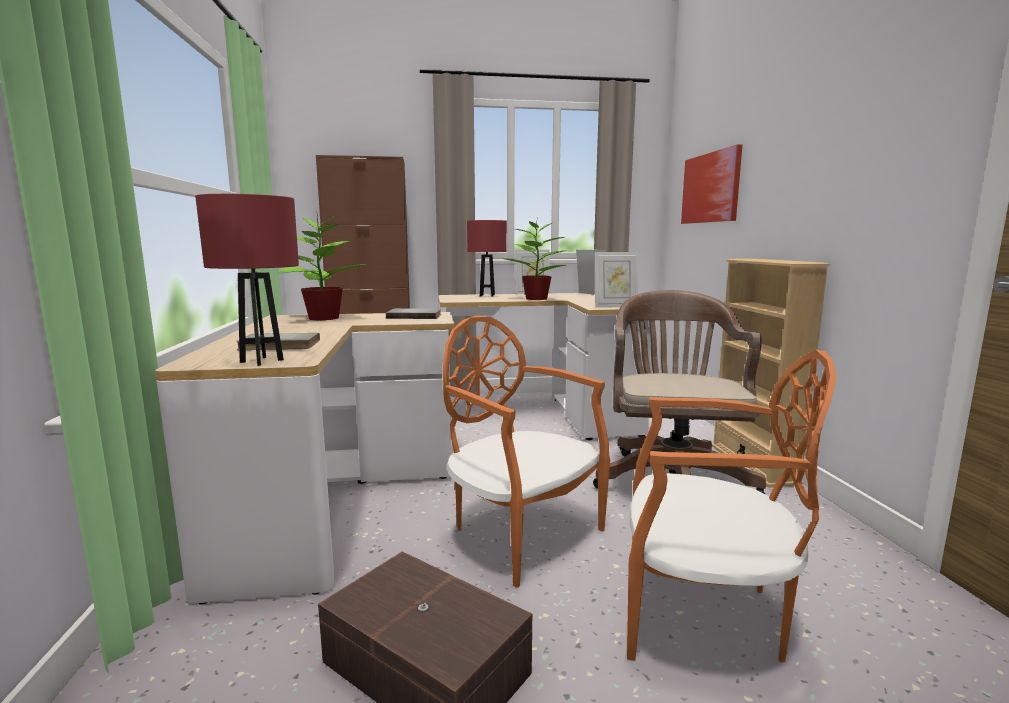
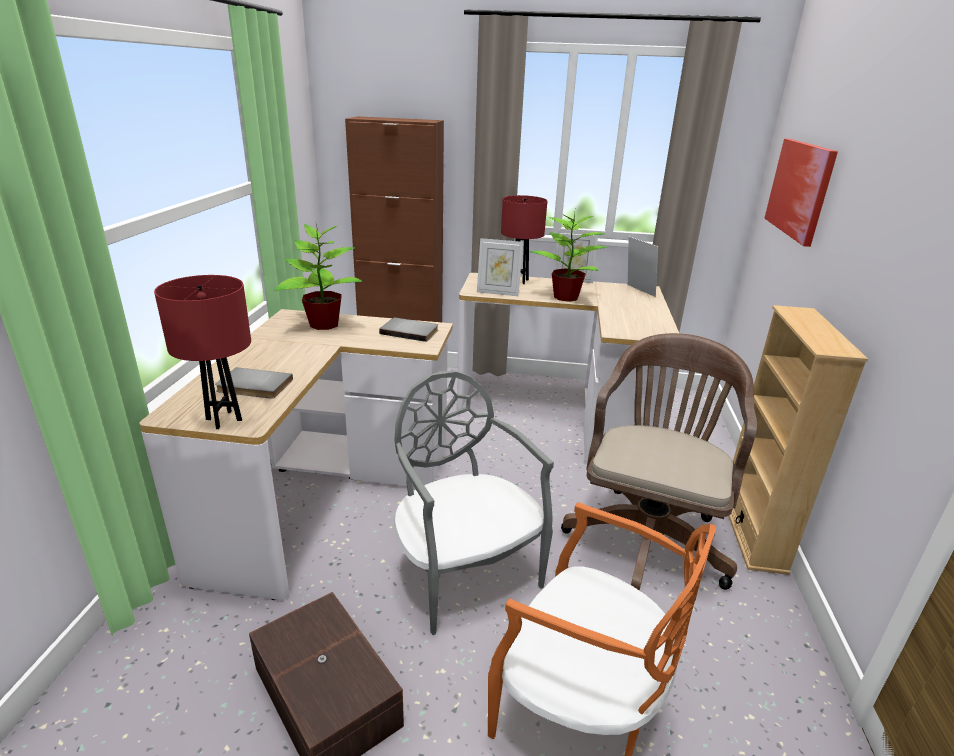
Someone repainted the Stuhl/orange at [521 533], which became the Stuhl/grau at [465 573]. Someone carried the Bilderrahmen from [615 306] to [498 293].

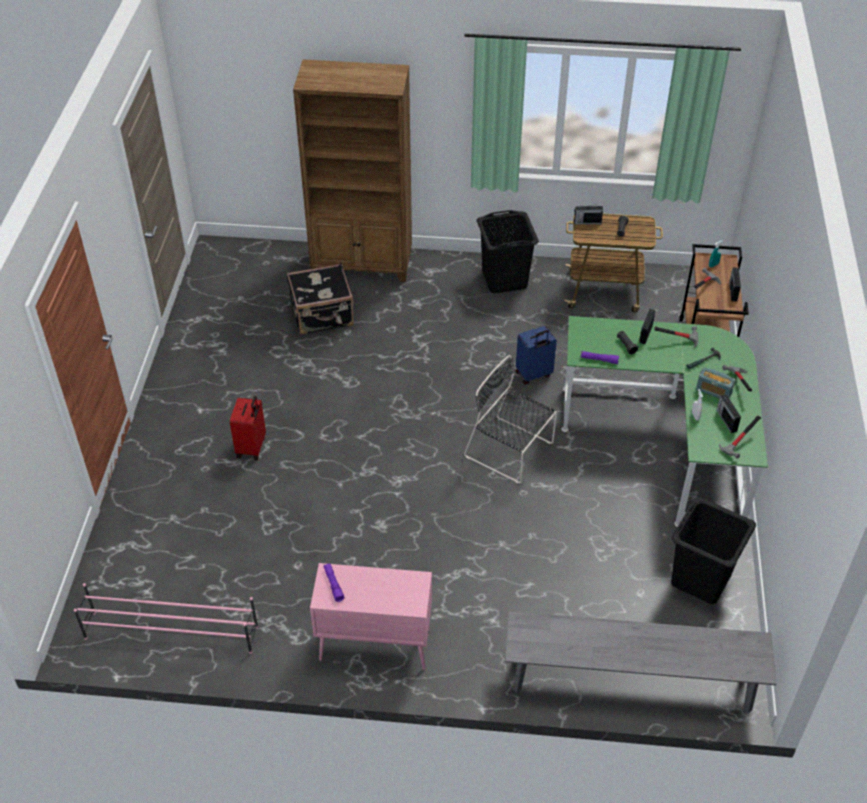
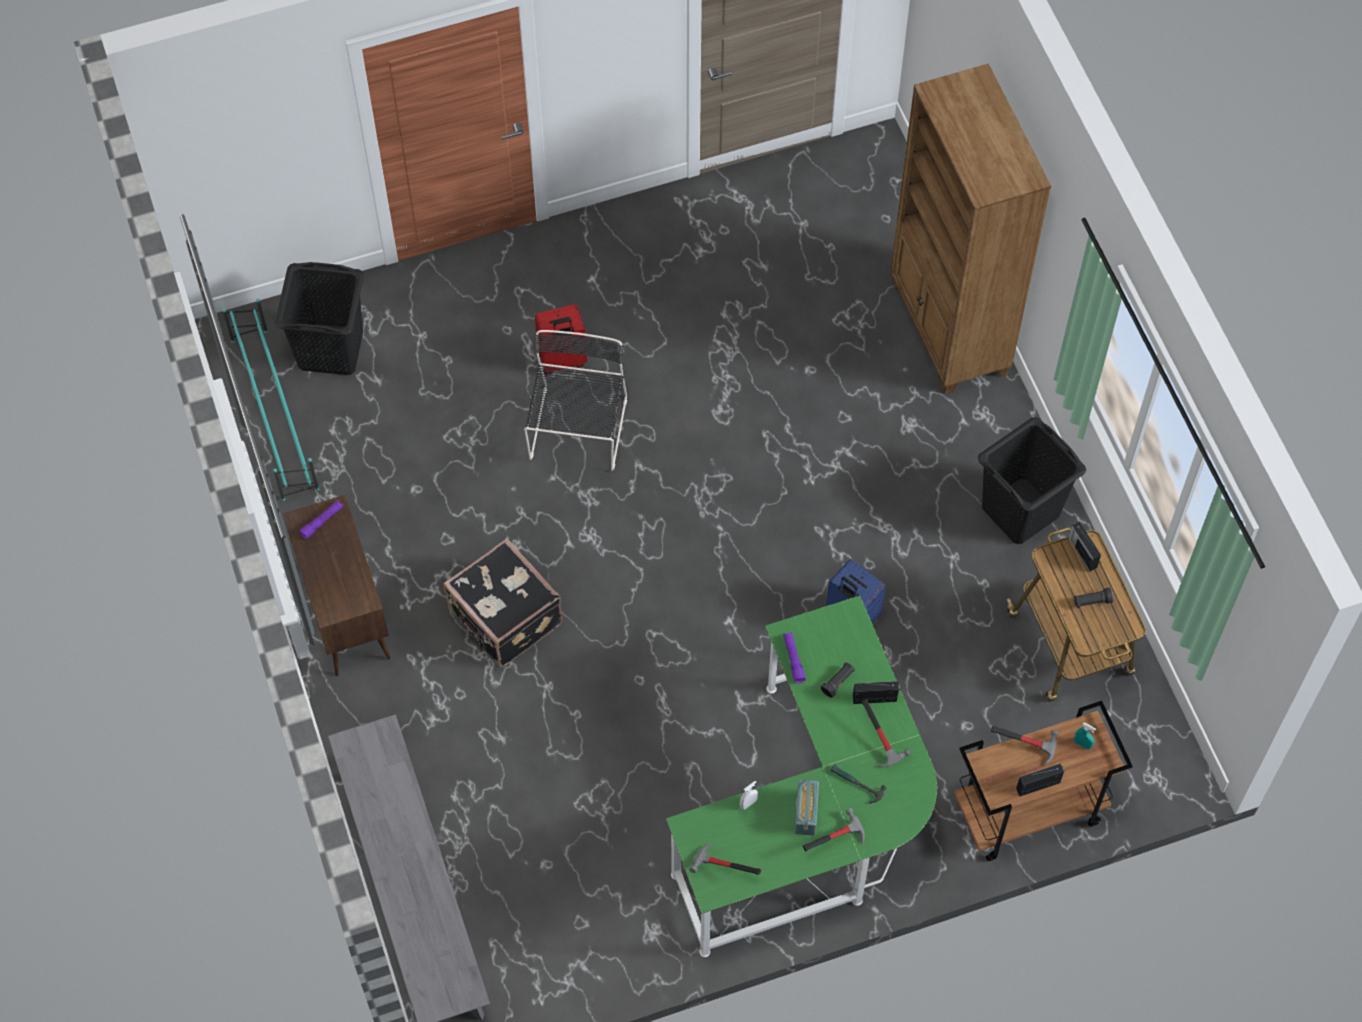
Someone repainted the Schuhregal/rosa at [170 632], which became the Schuhregal/türkis at [274 413]. Someone carried the Koffer/schwarz from [322 315] to [504 619]. Someone repainted the Schrank/rosa at [373 645], which became the Schrank/braun at [345 612]. Someone carried the Stuhl/schwarz from [511 451] to [577 432]. Someone carried the Wäschekorb/schwarz from [701 579] to [330 350]. Someone took away the Radio at [726 420].

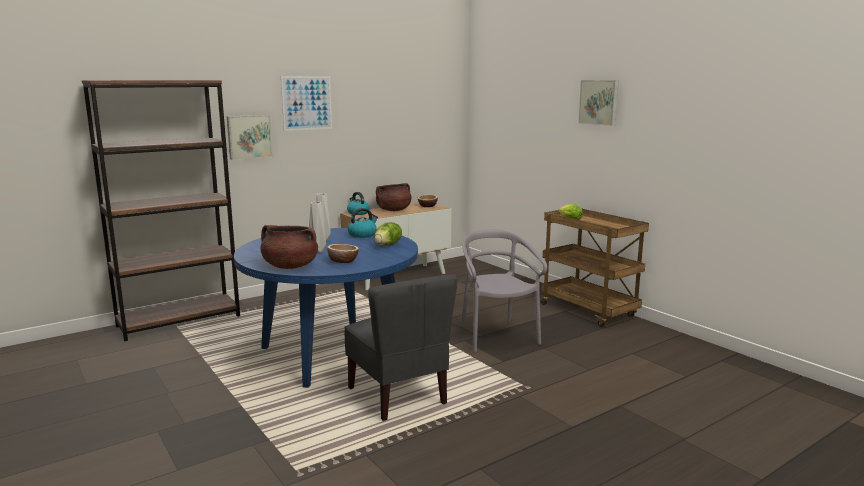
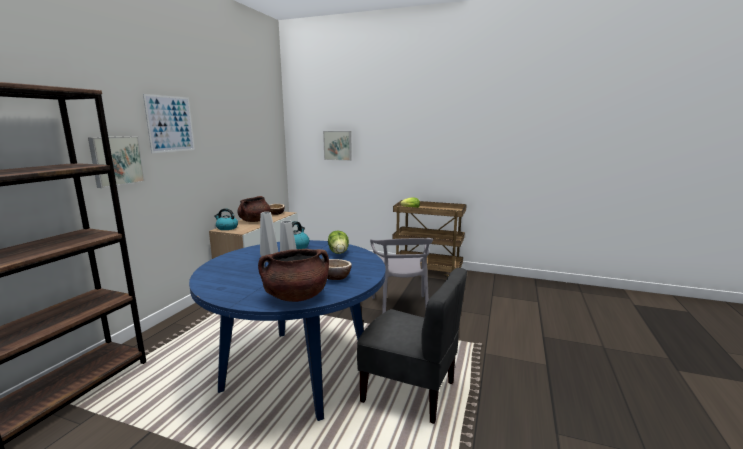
Someone rotated the Stuhl/grau at [496 336] by 135 degrees counterclockwise. Someone carried the Bild from [599 102] to [338 145].

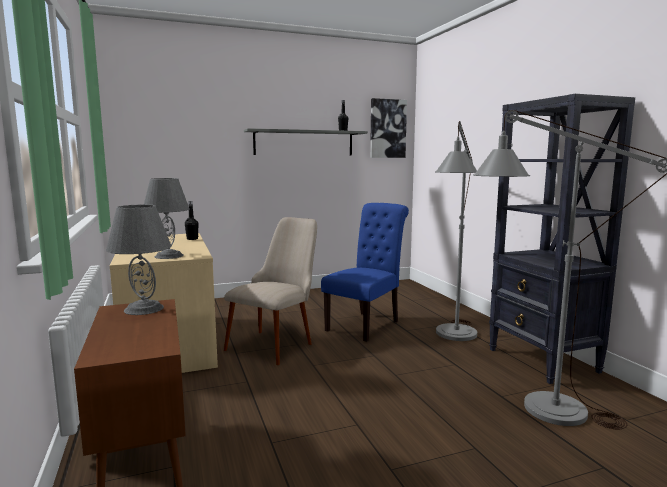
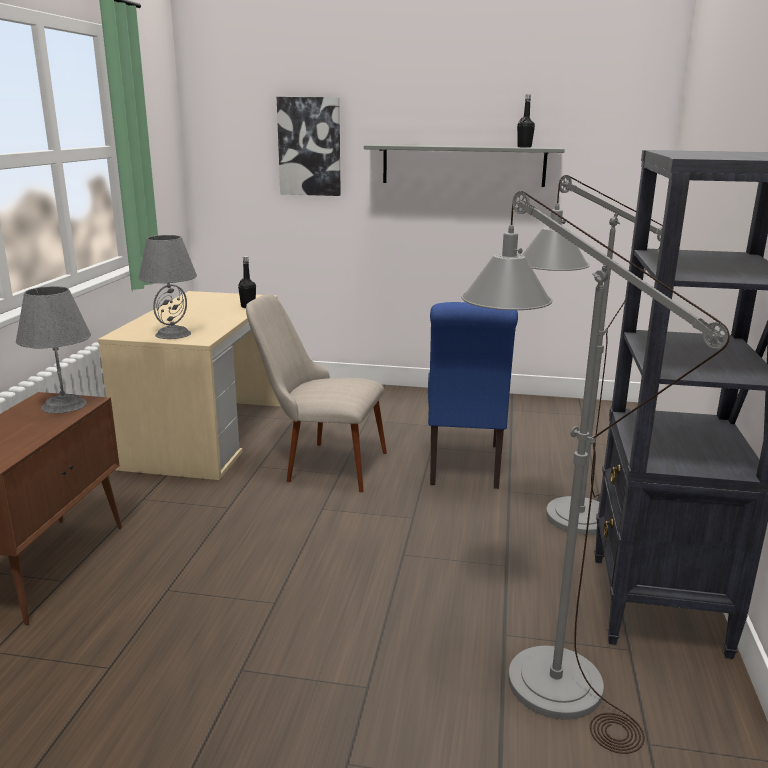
Someone rotated the Stuhl/beige at [277 342] by 135 degrees counterclockwise. Someone rotated the Stuhl/blau at [366 324] by 120 degrees clockwise. Someone carried the Bild from [387 128] to [309 146].

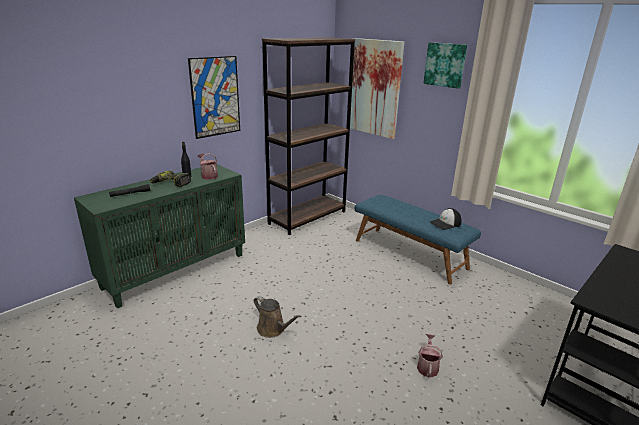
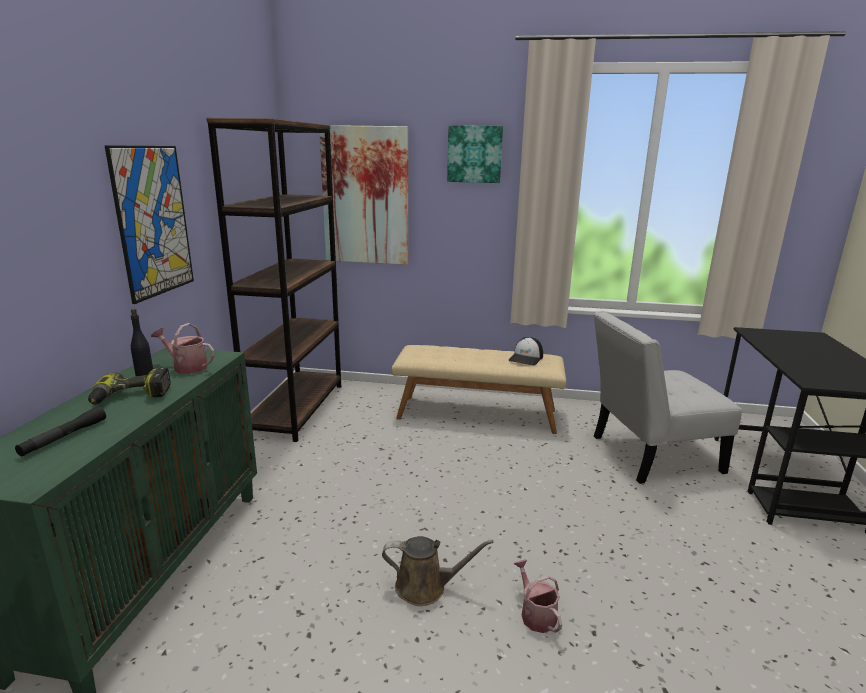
Someone repainted the Bank/blau at [410 254], which became the Bank/beige at [477 414]. Someone carried the Gießkanne from [427 366] to [535 614]. Someone put down the Stuhl/weiß at [649 455].

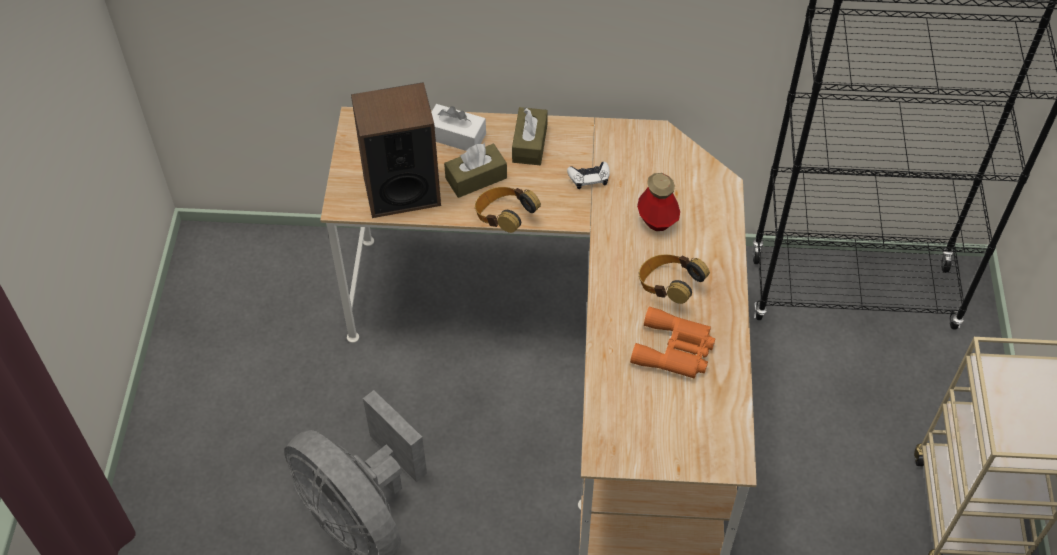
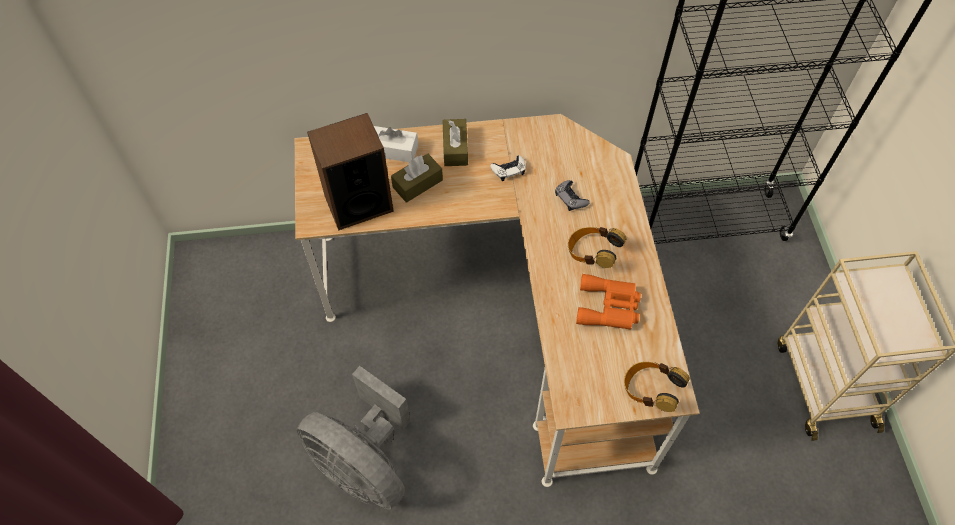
Someone carried the Kopfhörer from [504 219] to [650 391]. Someone swapped the Flasche at [657 220] for the Gamepad/grau at [571 198].

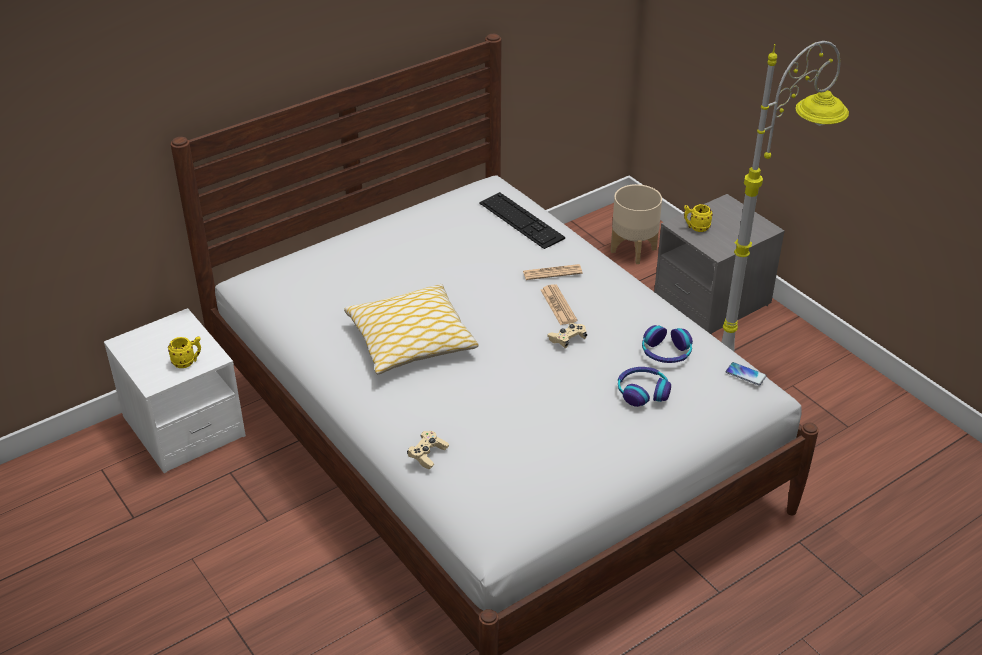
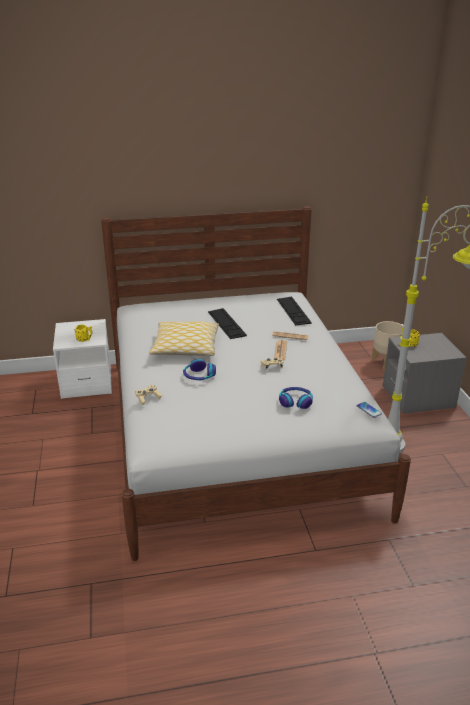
Someone carried the Kopfhörer from [666 352] to [199 376]. Someone put down the Tastatur at [226 323].

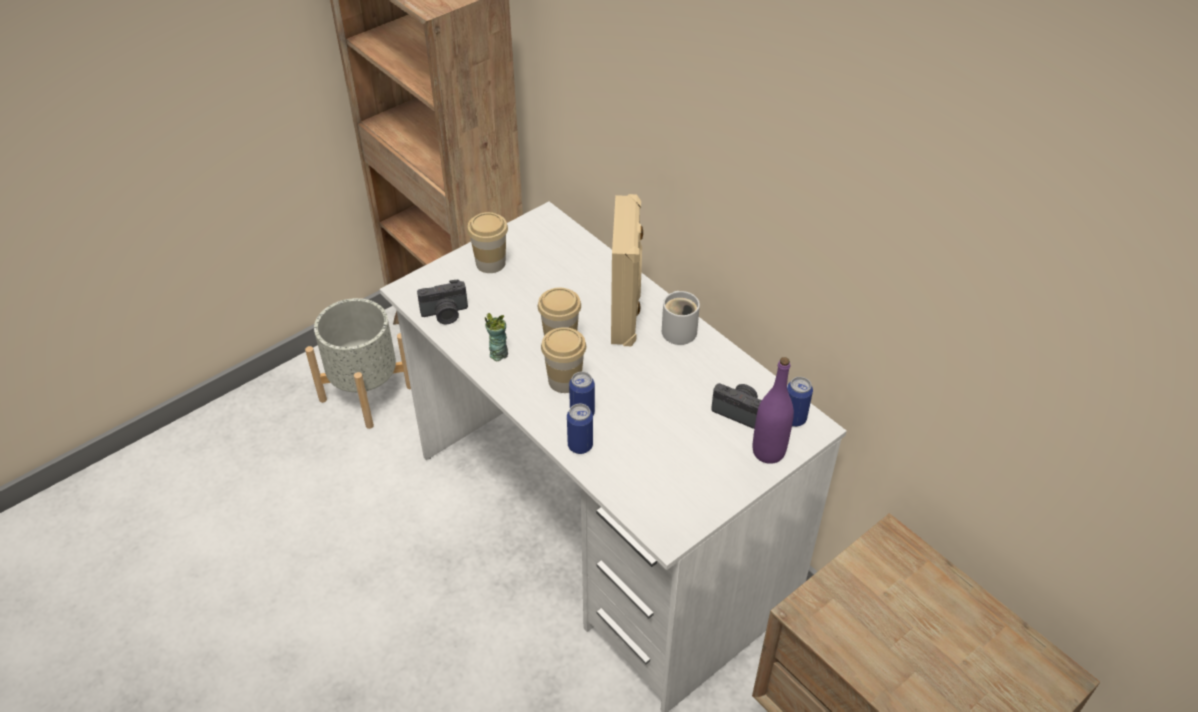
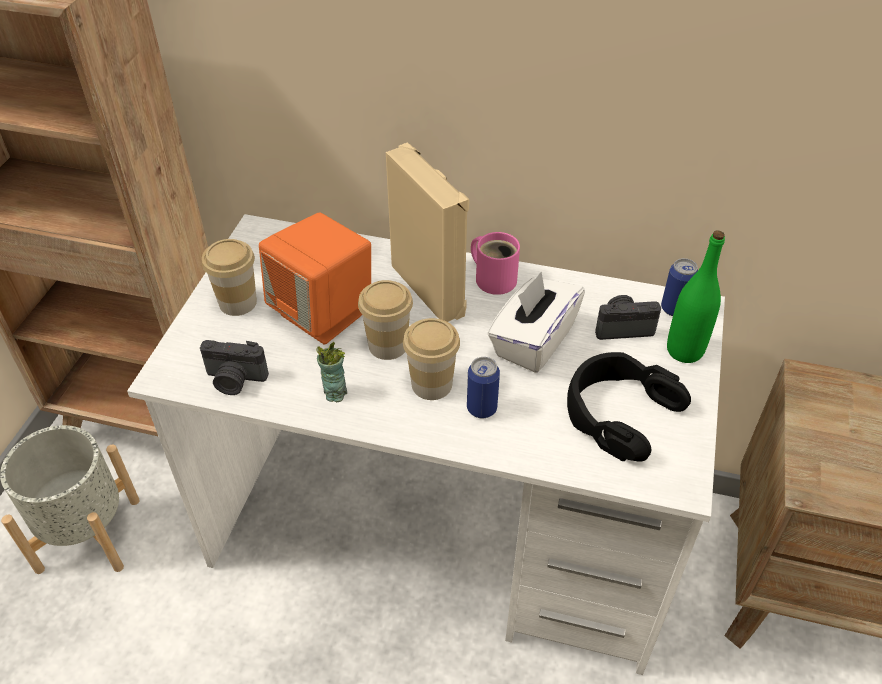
Someone rotated the Kamera at [445 314] by 60 degrees clockwise. Someone took away the Dose at [580 445]. Someone repainted the Henkelbecher/weiß at [679 329], which became the Henkelbecher/rosa at [494 277]. Someone repainted the Flasche/lila at [768 452], which became the Flasche/grün at [684 350]. Someone put down the Lautsprecher/orange at [323 314]. Someone put down the Taschentuchbox/weiß at [532 341]. Someone put down the Kopfhörer/schwarz at [619 413].

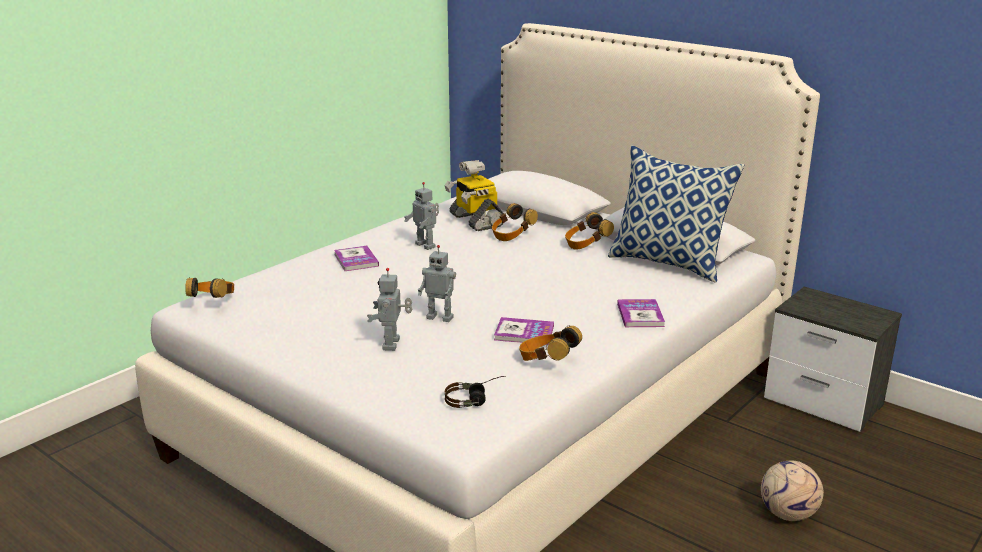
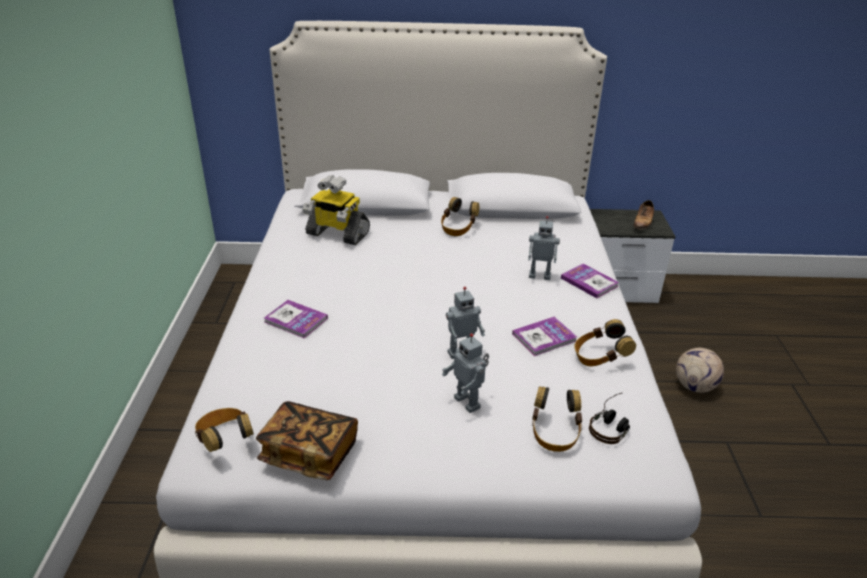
Someone carried the Spielzeugroboter from [426 245] to [539 275]. Someone carried the Kopfhörer from [512 236] to [554 433]. Someone took away the Kissen at [669 263]. Someone put down the Buch at [310 453]. Someone put down the Schuh at [643 222].

